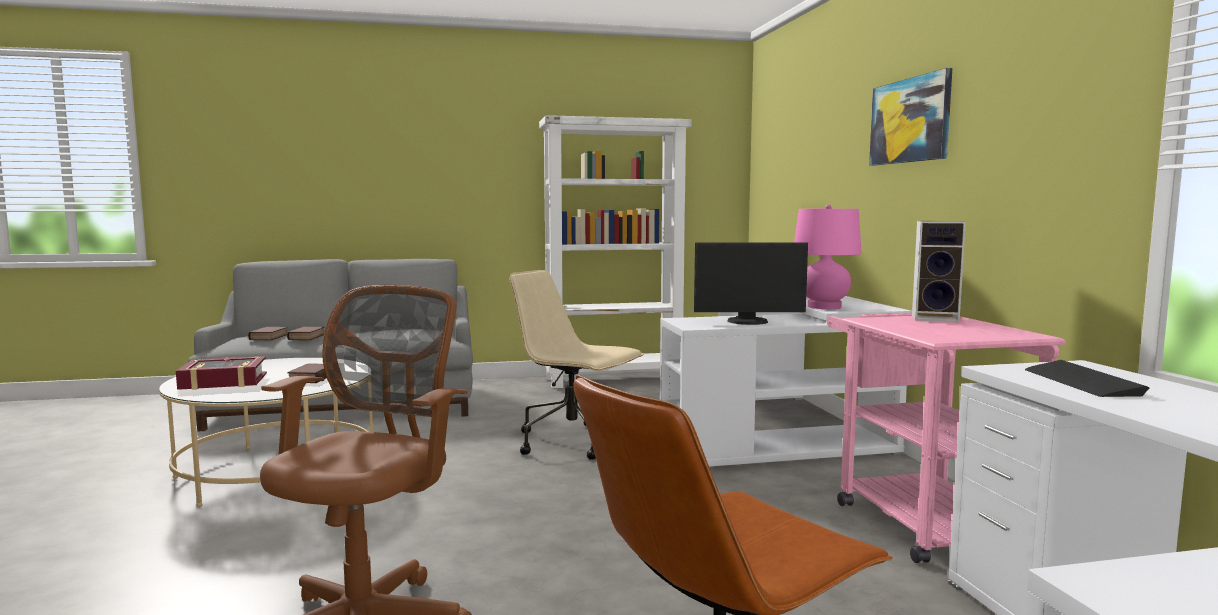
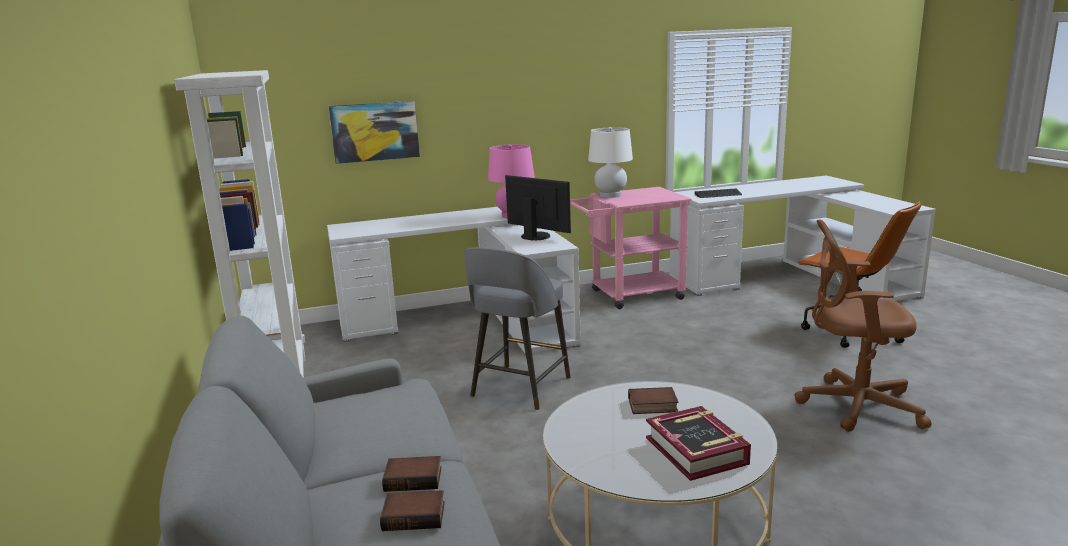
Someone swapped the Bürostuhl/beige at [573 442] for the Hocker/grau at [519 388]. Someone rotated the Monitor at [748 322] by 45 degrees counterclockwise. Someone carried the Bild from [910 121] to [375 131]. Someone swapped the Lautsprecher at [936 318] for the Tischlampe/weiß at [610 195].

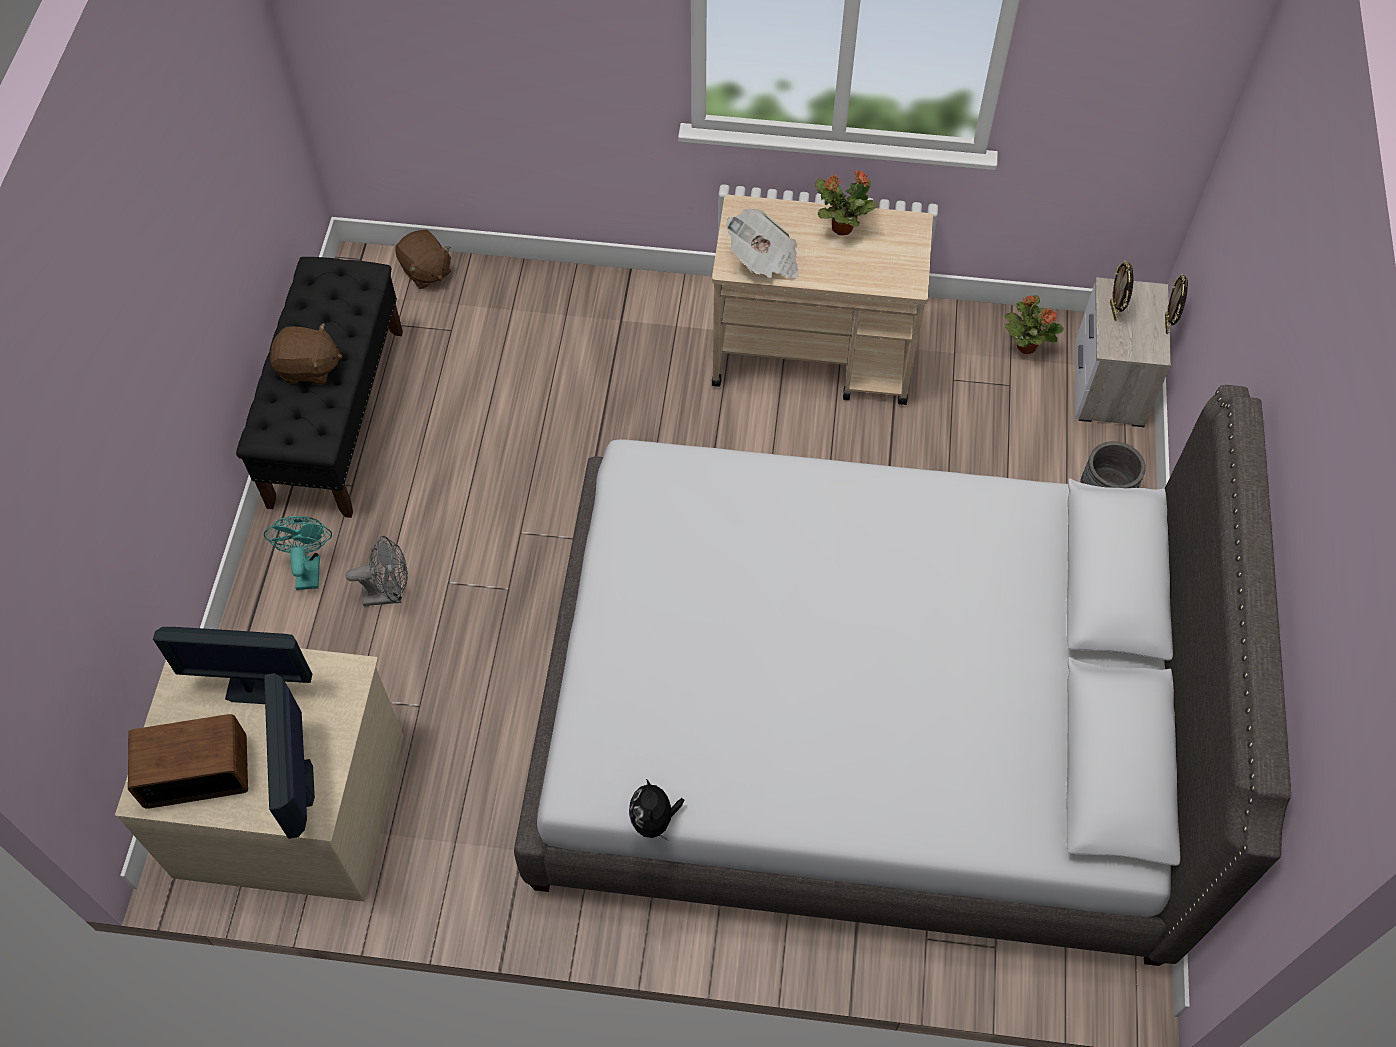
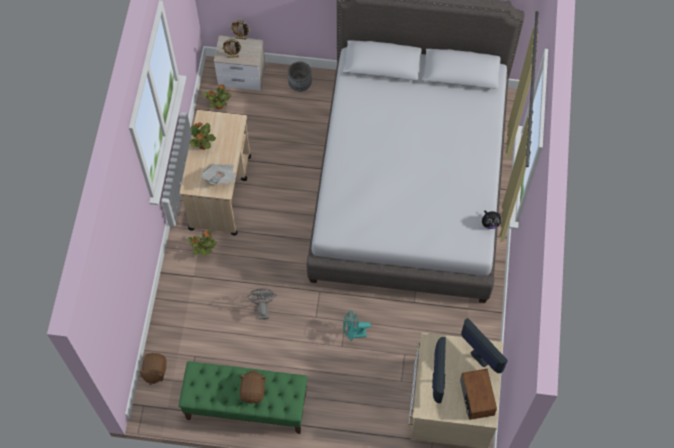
Someone repainted the Bank/schwarz at [337 416], which became the Bank/grün at [246 406]. Someone carried the Ventilator/türkis from [308 567] to [354 333]. Someone rotated the Monitor at [299 785] by 120 degrees counterclockwise. Someone carried the Ventilator/grau from [389 594] to [262 308]. Someone rotated the Plüschtier/braun at [426 271] by 135 degrees clockwise. Someone put down the Topfpflanze at [204 250].

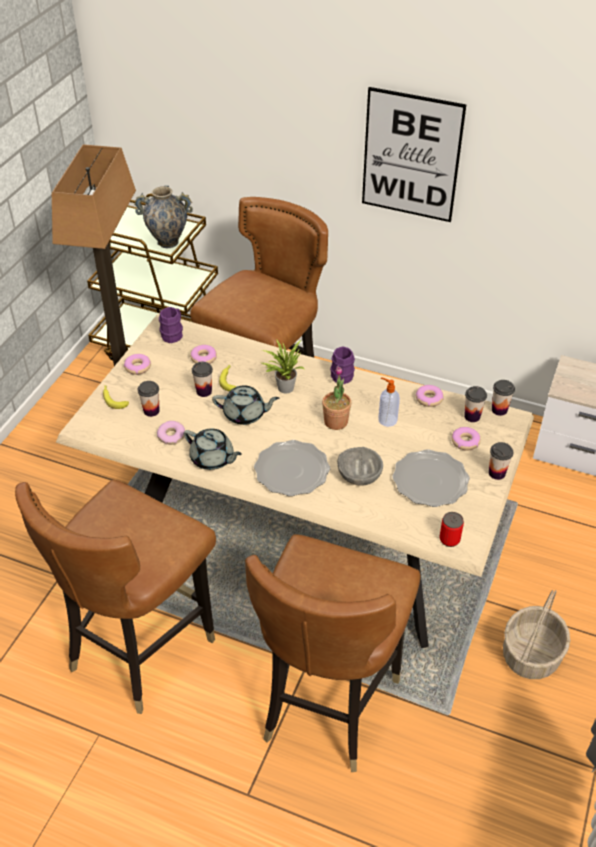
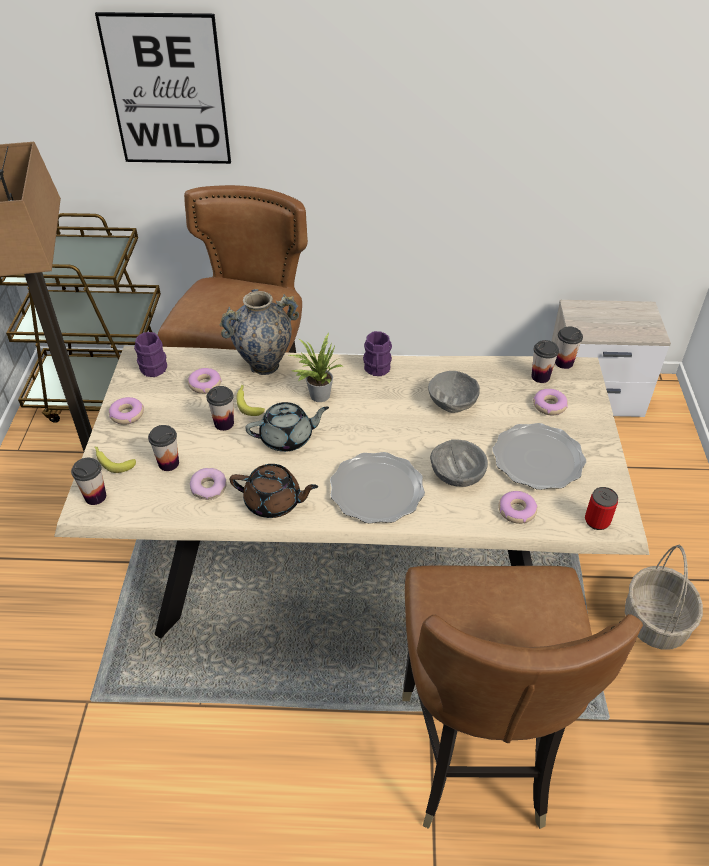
Someone took away the Stuhl/braun at [140 648]. Someone carried the Vase from [168 242] to [264 365]. Someone repainted the Teekanne/grau at [212 459], which became the Teekanne/braun at [274 502]. Someone took away the Topfpflanze at [336 422]. Someone carried the Bild from [411 156] to [167 91]. Someone swapped the Seifenspender at [387 420] for the Schüssel/grau at [452 403]. Someone carried the Donut from [428 399] to [516 511]. Someone carried the Tasse from [497 473] to [95 496].

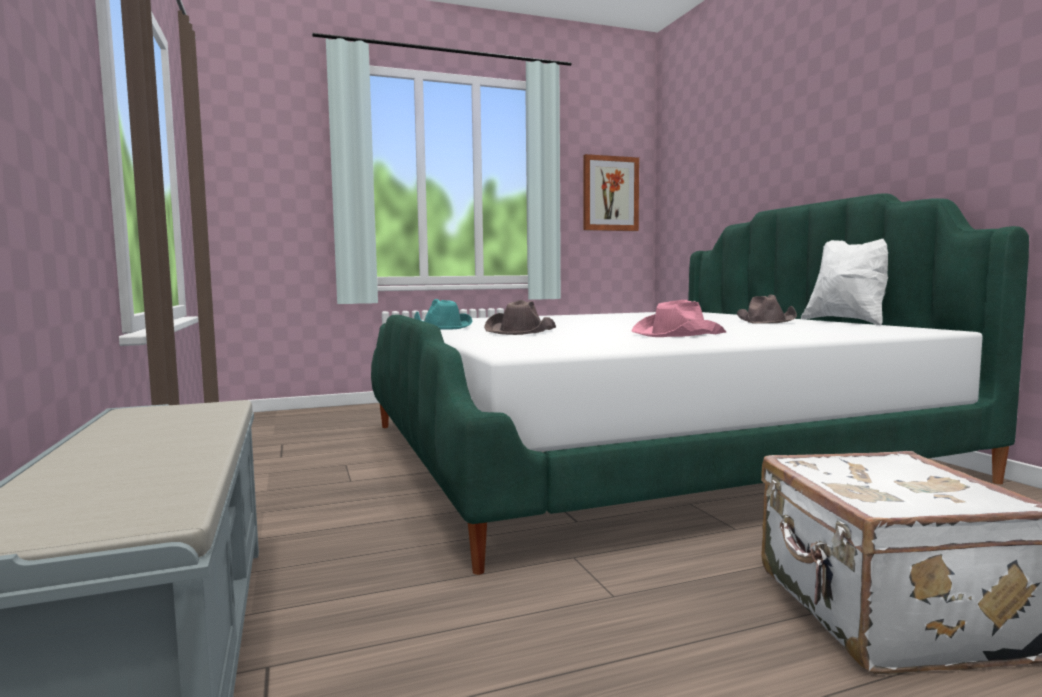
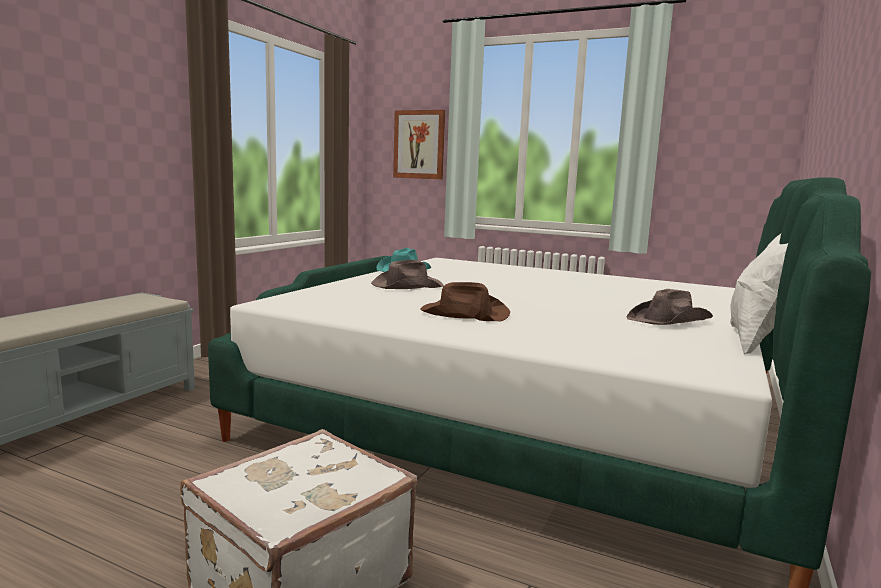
Someone carried the Bild from [610 193] to [419 144]. Someone repainted the Hut/rosa at [677 334], which became the Hut/braun at [464 314].

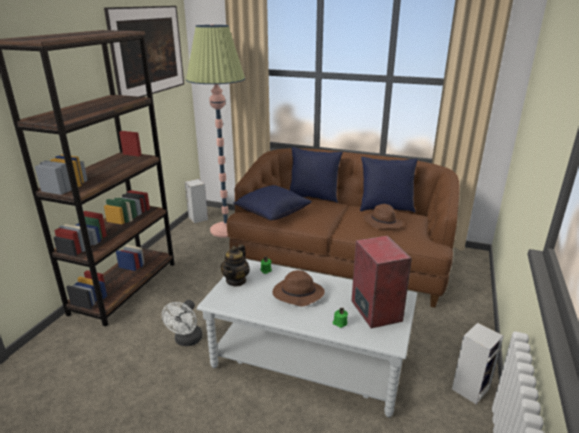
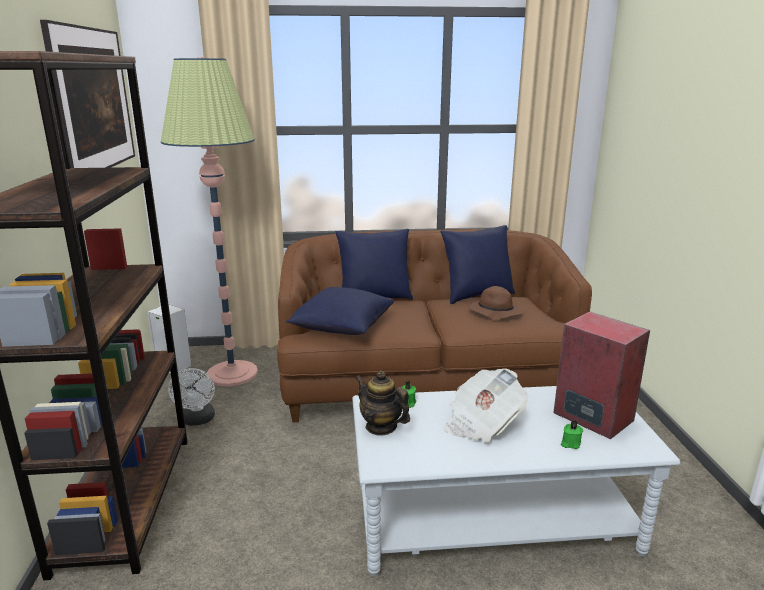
Someone carried the Ventilator/weiß from [186 341] to [198 420]. Someone rotated the Teekanne at [236 280] by 135 degrees clockwise. Someone swapped the Hut/braun at [297 294] for the Zeitung at [481 423]. Someone took away the Lautsprecher at [470 388].

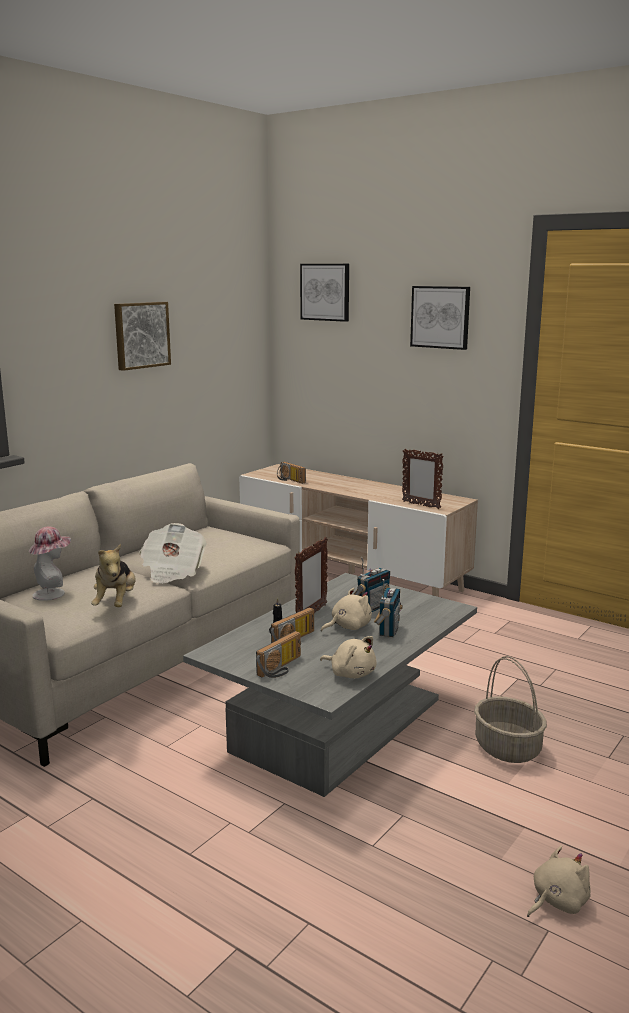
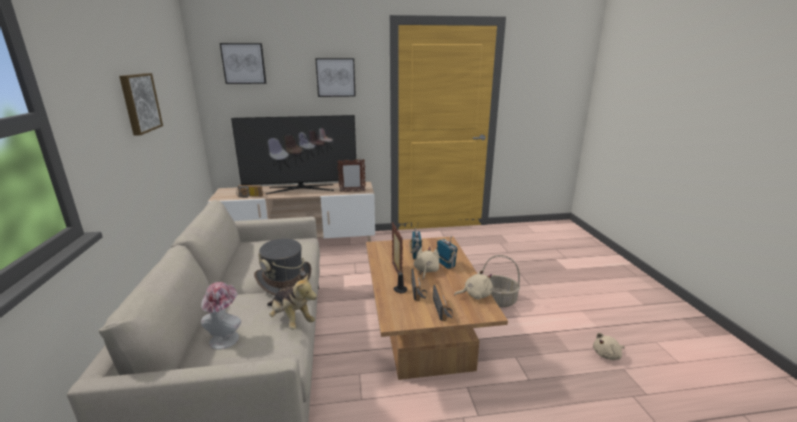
Someone swapped the Zeitung at [172 571] for the Hut/grau at [284 280]. Someone repainted the Couchtisch/grau at [339 724], which became the Couchtisch/braun at [423 329]. Someone rotated the Plüschtier/beige at [557 901] by 120 degrees counterclockwise. Someone put down the Fernseher at [300 189].

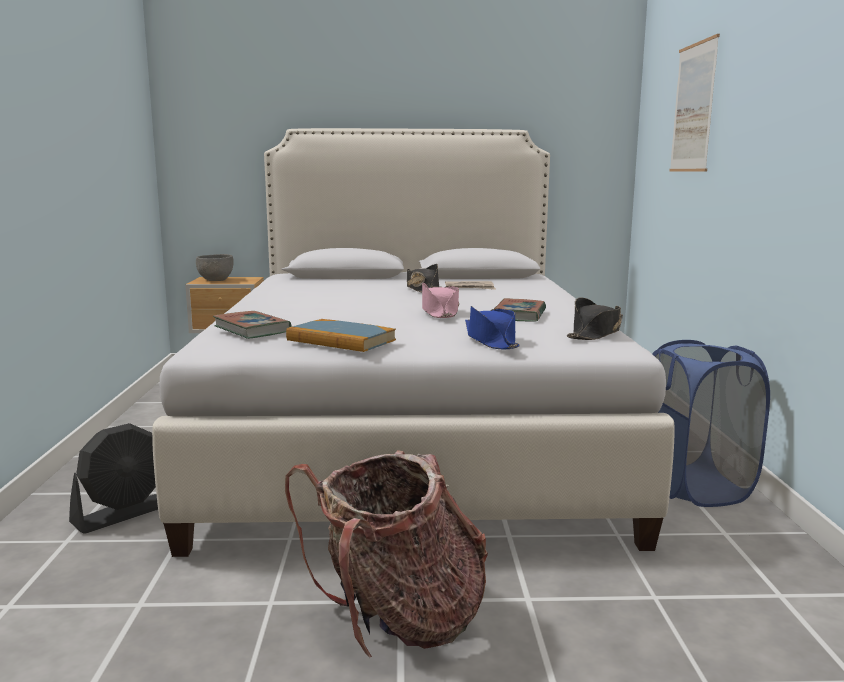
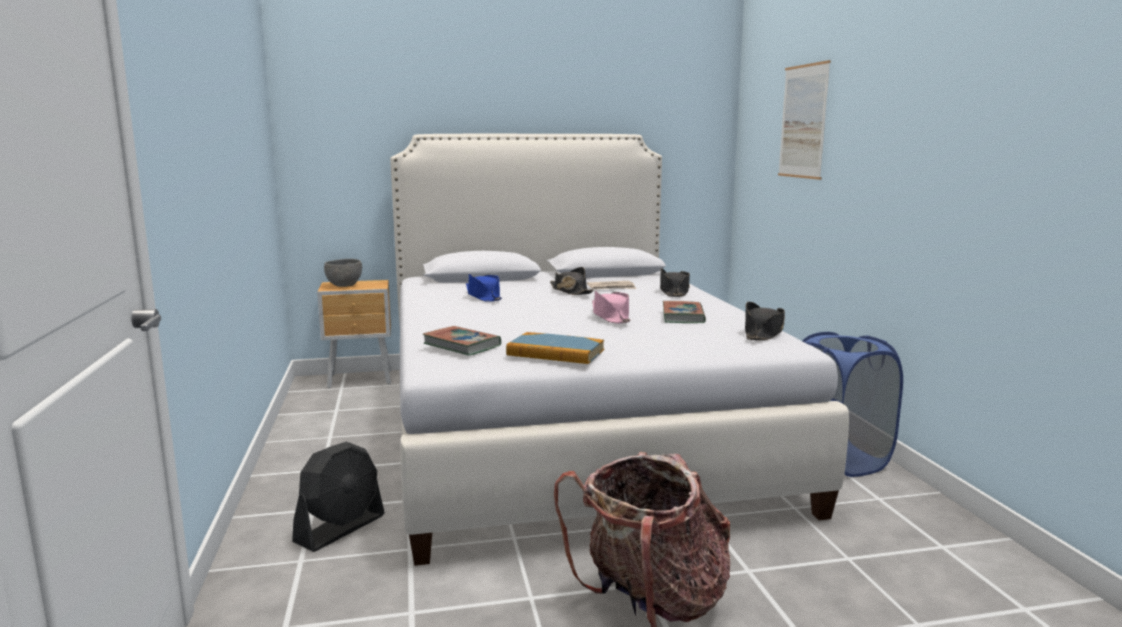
Someone carried the Hut/blau from [491 340] to [484 296]. Someone put down the Hut/schwarz at [674 292].

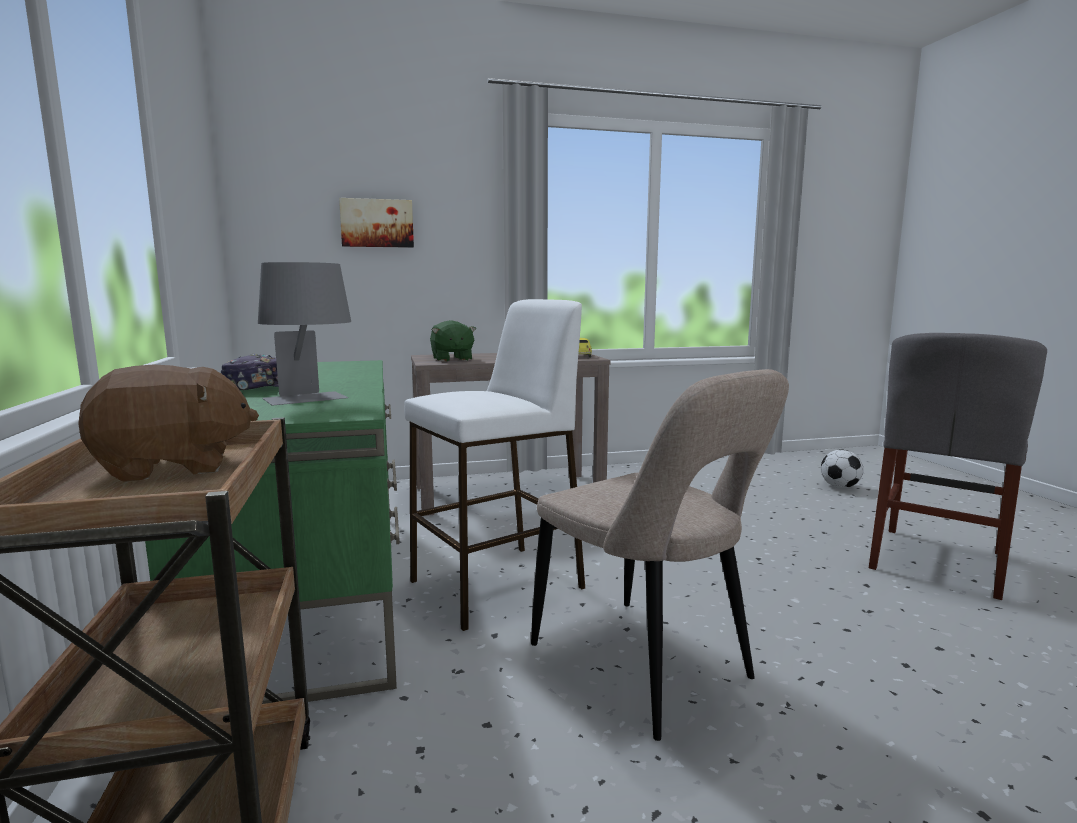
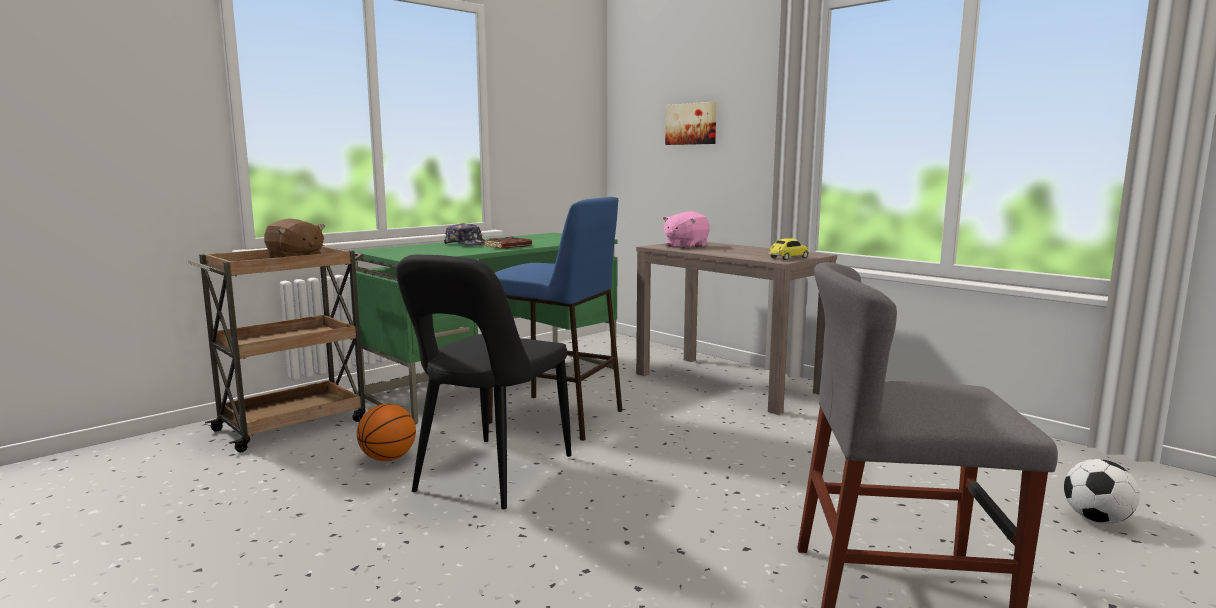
Someone took away the Tischlampe/grau at [310 400]. Someone repainted the Hocker/weiß at [498 584], which became the Hocker/blau at [557 417]. Someone repainted the Plüschtier/grün at [451 359], which became the Plüschtier/rosa at [685 246]. Someone repainted the Stuhl/beige at [646 667], which became the Stuhl/schwarz at [490 476]. Someone put down the Basketball at [388 458]. Someone put down the Buch/braun at [508 247].

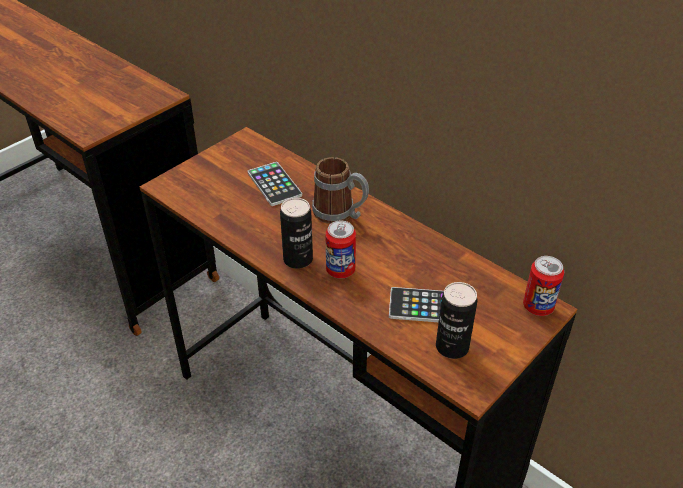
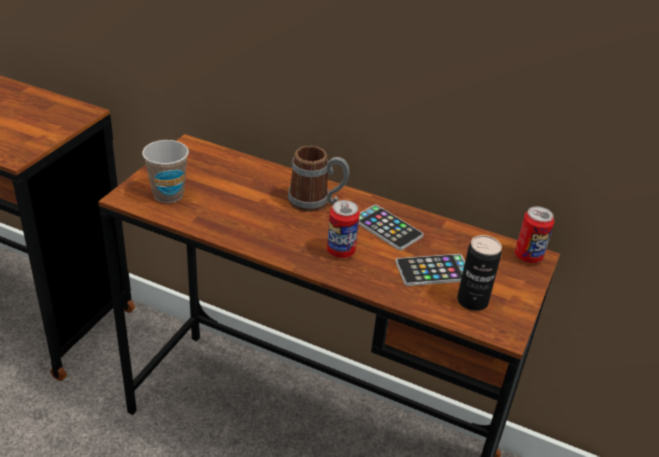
Someone carried the Handy from [274 184] to [387 228]. Someone took away the Dose at [298 259]. Someone put down the Tasse at [168 194].

